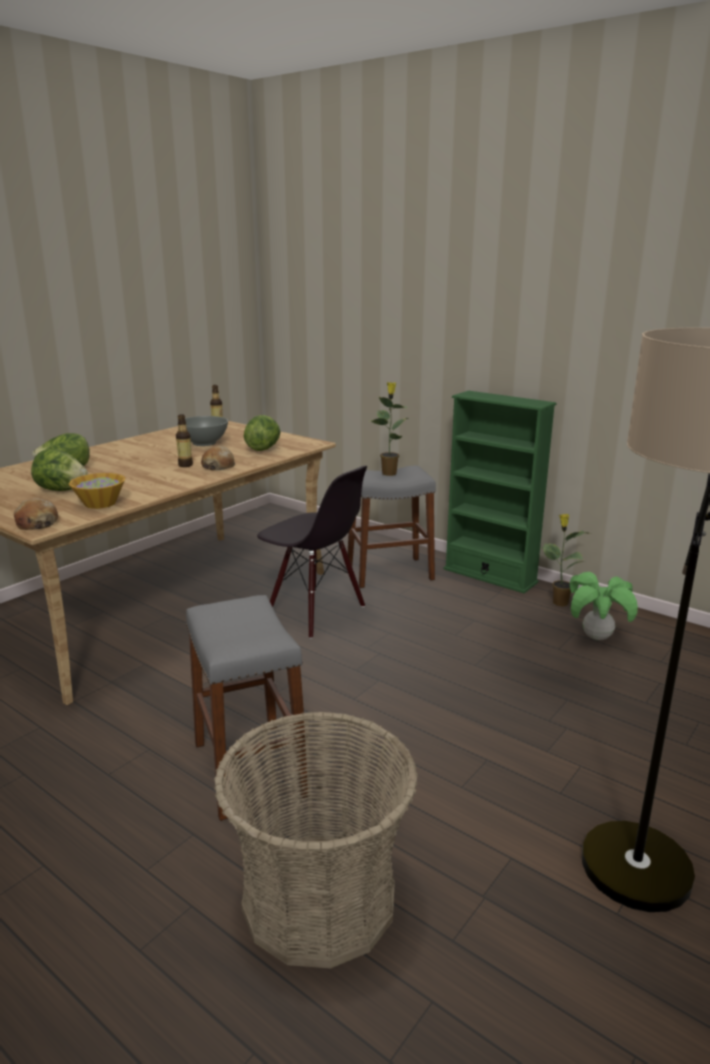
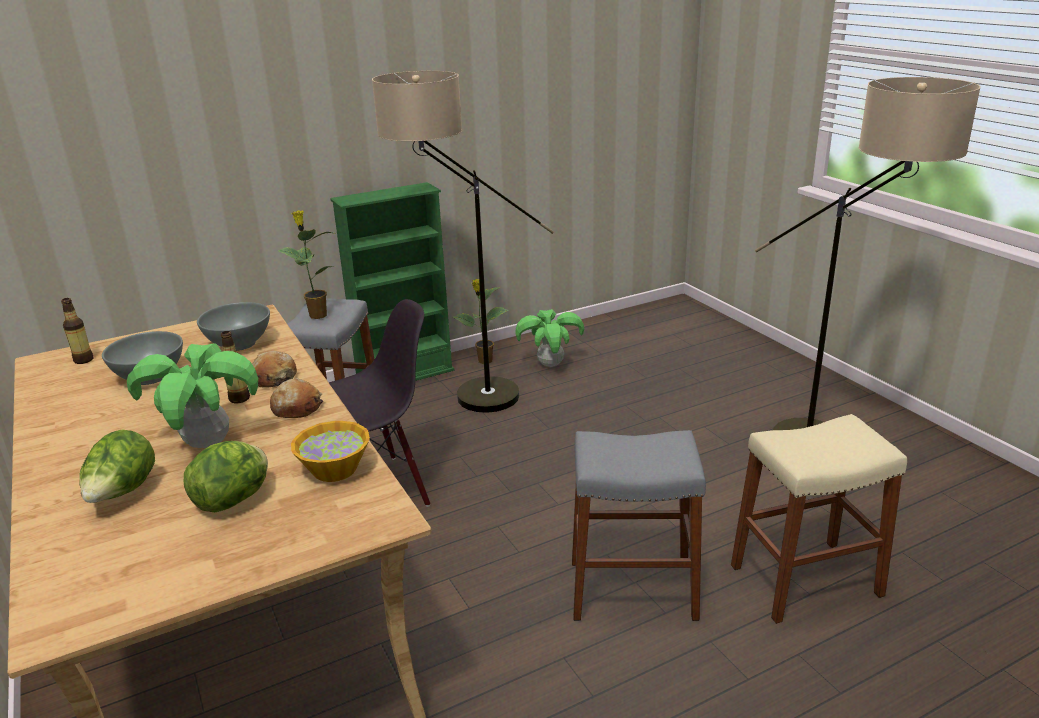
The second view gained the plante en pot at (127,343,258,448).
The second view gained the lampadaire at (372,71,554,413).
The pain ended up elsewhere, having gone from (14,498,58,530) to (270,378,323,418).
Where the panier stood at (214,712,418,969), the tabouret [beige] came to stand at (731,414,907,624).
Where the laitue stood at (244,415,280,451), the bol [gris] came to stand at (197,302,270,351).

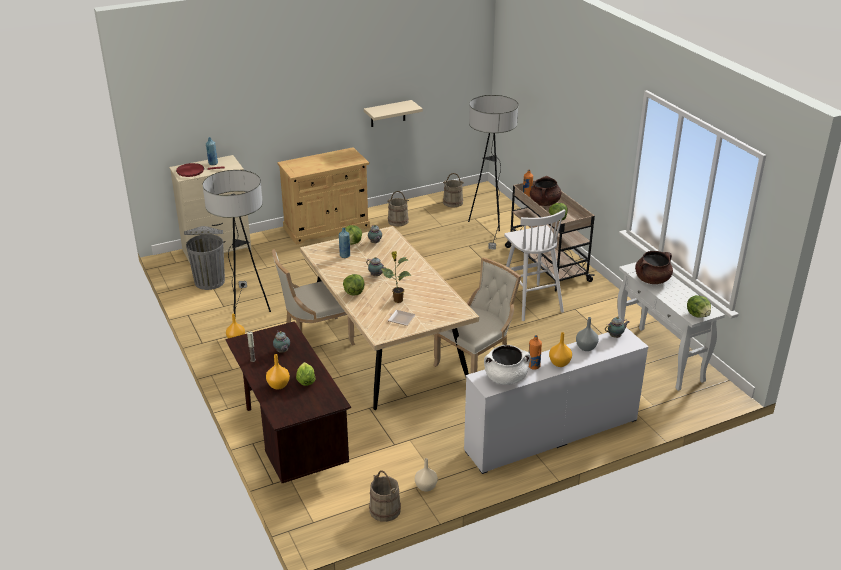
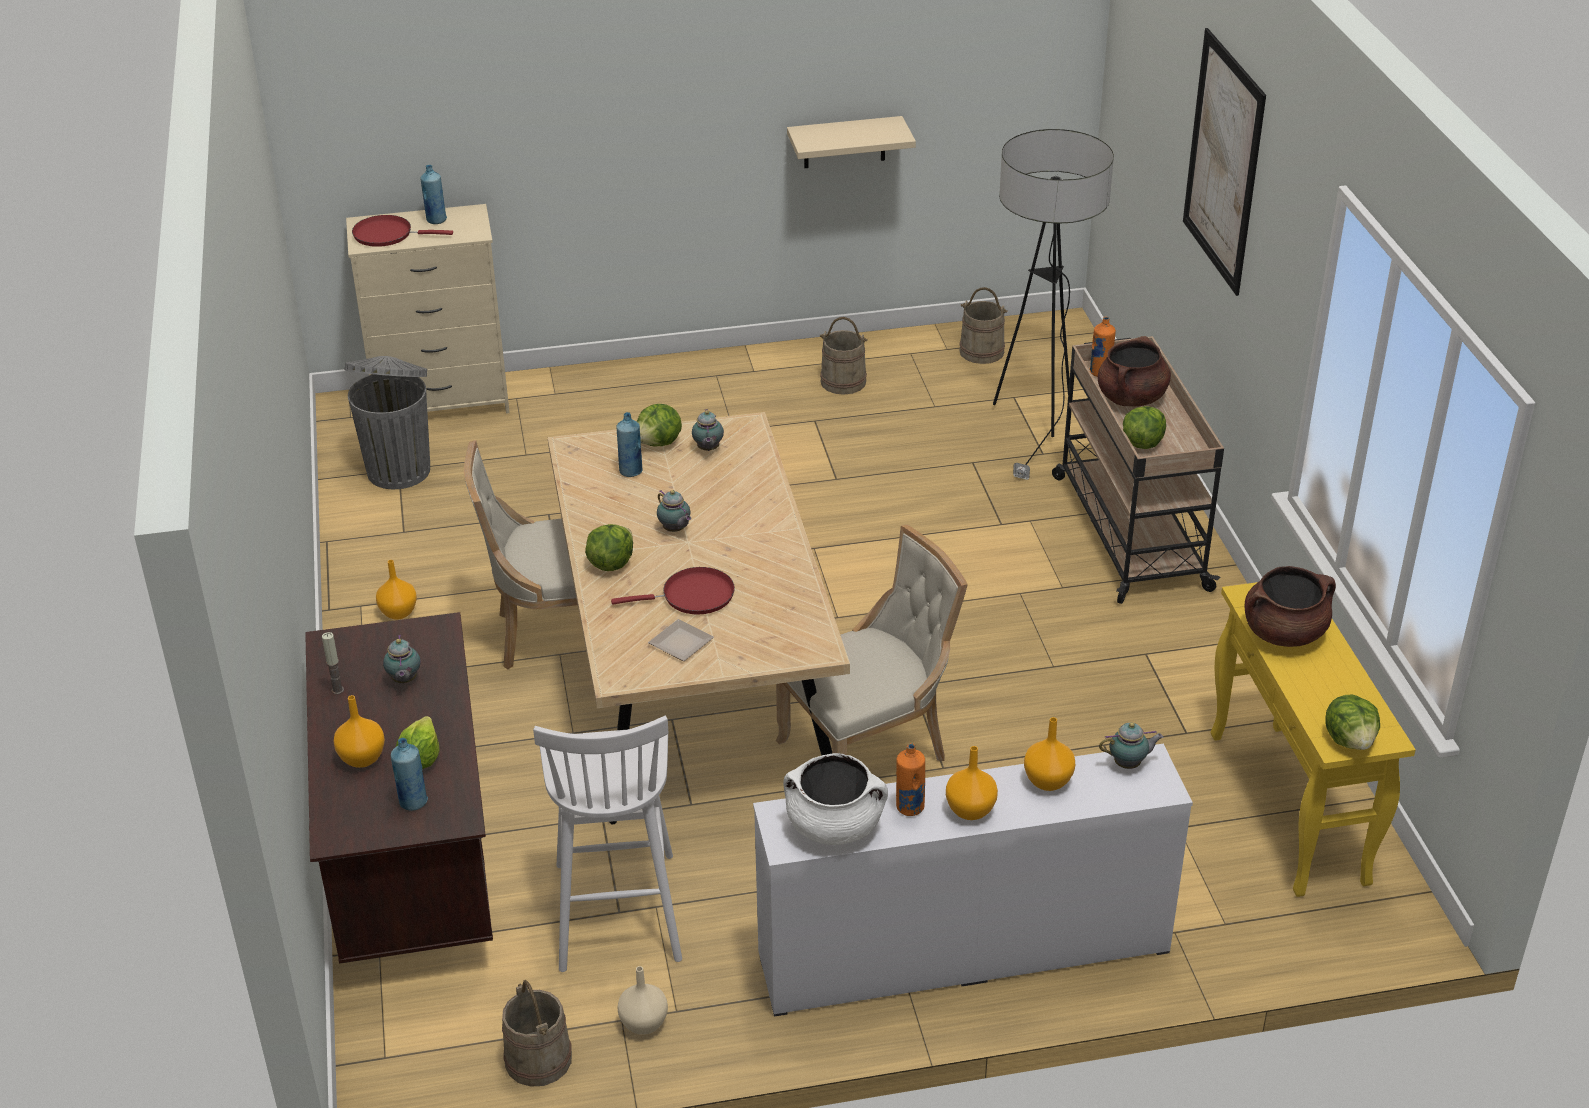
The second view lost the lampadaire at (203,170,271,314).
The second view lost the meuble de rangement [beige] at (277,147,370,245).
The second view gained the bouteille [bleu] at (391,738,428,811).
The second view gained the tableau at (1183,28,1266,296).
The tabouret [blanc] ended up elsewhere, having gone from (504,209,565,321) to (533,716,682,972).
Where the plante en pot stood at (381,251,411,303), the poêle [rouge] came to stand at (611,567,735,615).
What was the vase [gris] at (576,317,599,351) turned into the vase [orange] at (1024,717,1075,791).
What was the table console [blanc] at (617,262,725,391) turned into the table console [jaune] at (1211,582,1416,897).

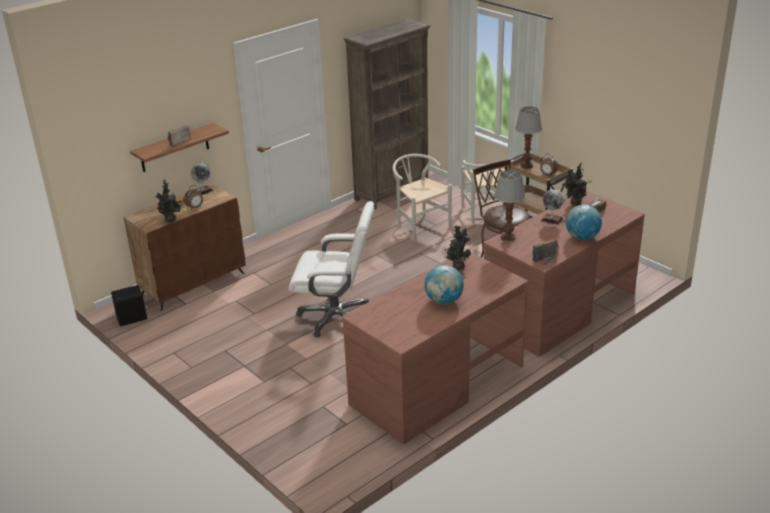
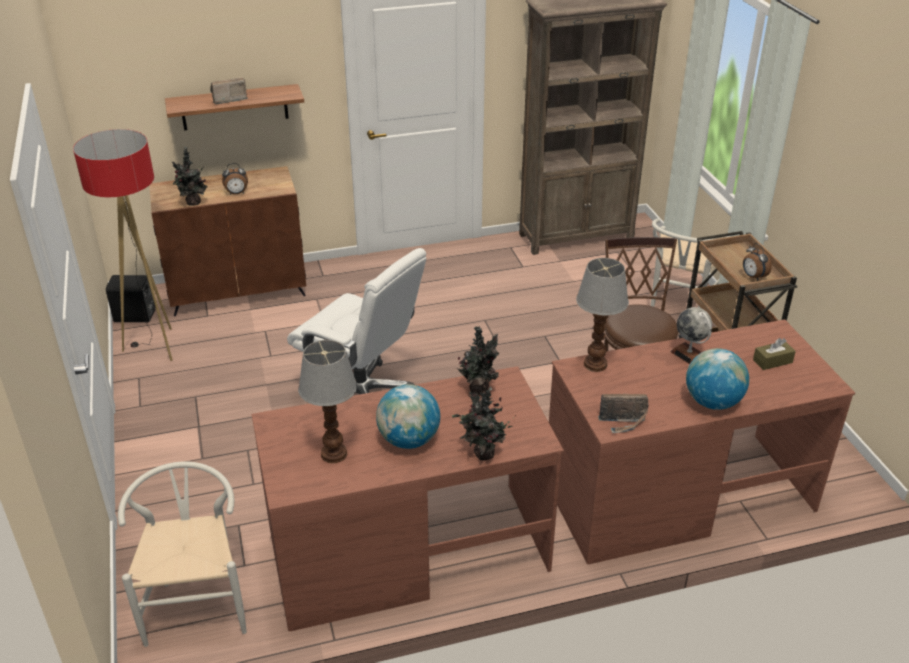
The second view lost the globe at (191,162,214,195).
The second view gained the lampadaire at (73,129,173,361).
The chaise [blanc] ended up elsewhere, having gone from (393,154,452,241) to (118,462,247,647).
The lampe de table ended up elsewhere, having gone from (515,106,542,169) to (298,340,357,463).
The plante en pot ended up elsewhere, having gone from (562,163,592,205) to (452,387,513,460).

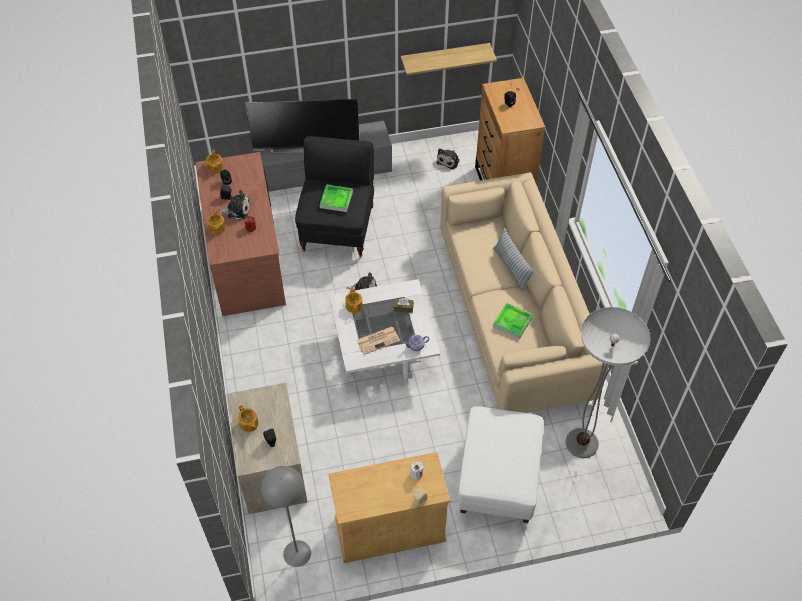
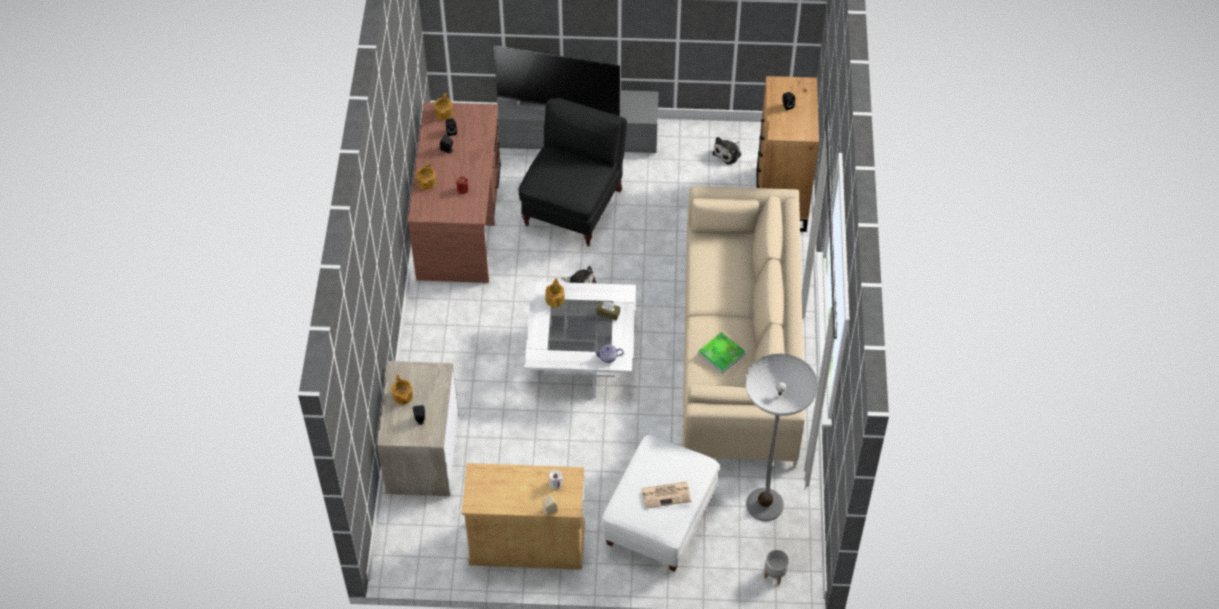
The second view lost the peluche at (219,190,251,220).
The second view lost the lampadaire [gris] at (261,466,311,567).
The second view lost the plateau at (320,184,353,212).
The second view lost the étagère at (401,43,497,75).
The second view lost the coussin at (493,228,535,292).
The second view gained the cache-pot [gris] at (764,550,789,585).
The journal ended up elsewhere, having gone from (357,327,400,355) to (641,482,691,508).

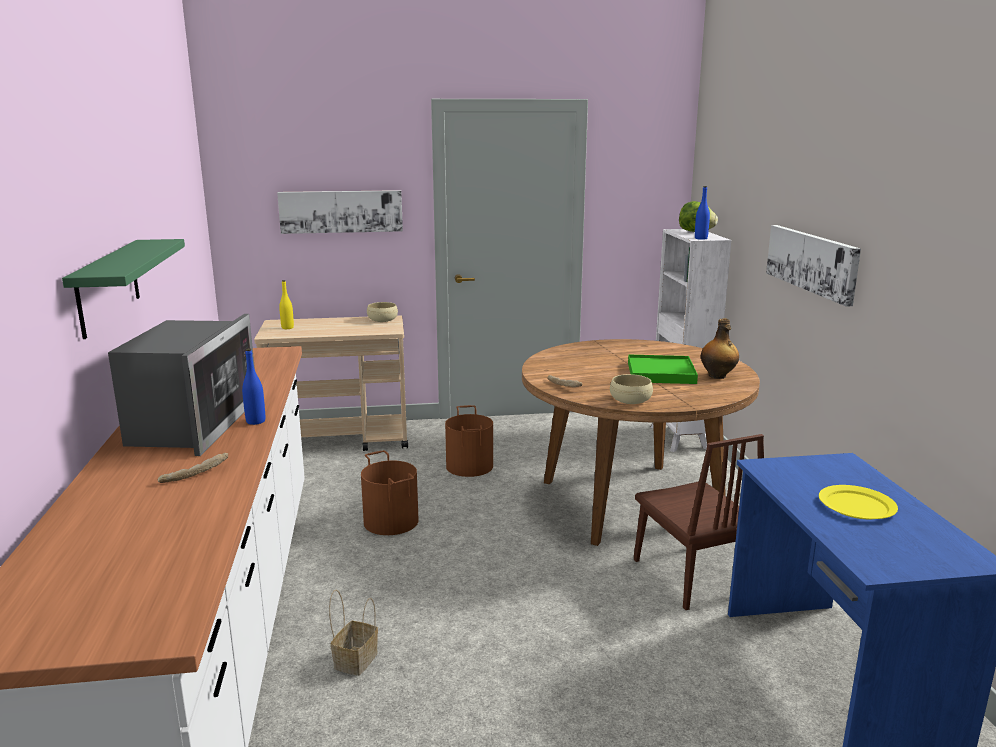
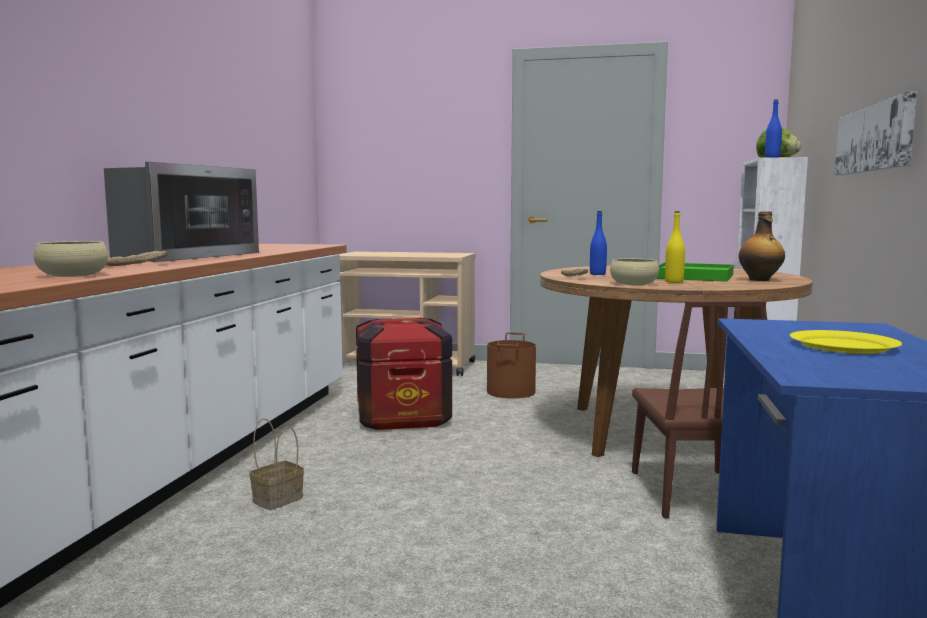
The second view lost the étagère [vert] at (62,239,185,339).
The second view lost the tableau at (277,190,403,234).
The bouteille [bleu] ended up elsewhere, having gone from (242,349,265,425) to (590,211,607,275).
The bouteille [jaune] ended up elsewhere, having gone from (279,280,294,329) to (665,211,685,283).
The bol [beige] ended up elsewhere, having gone from (367,302,398,322) to (34,241,108,277).
Where the seau [marron] stood at (361,450,419,535), the caisse came to stand at (356,318,452,430).

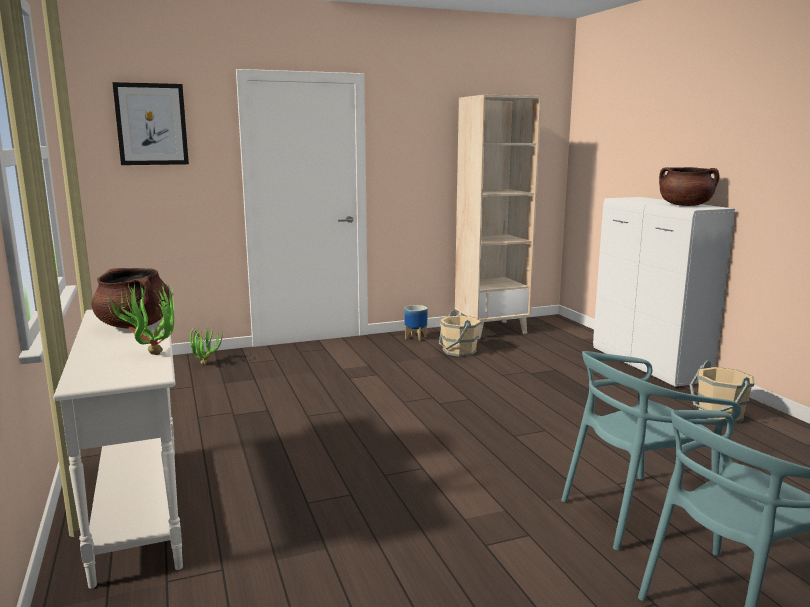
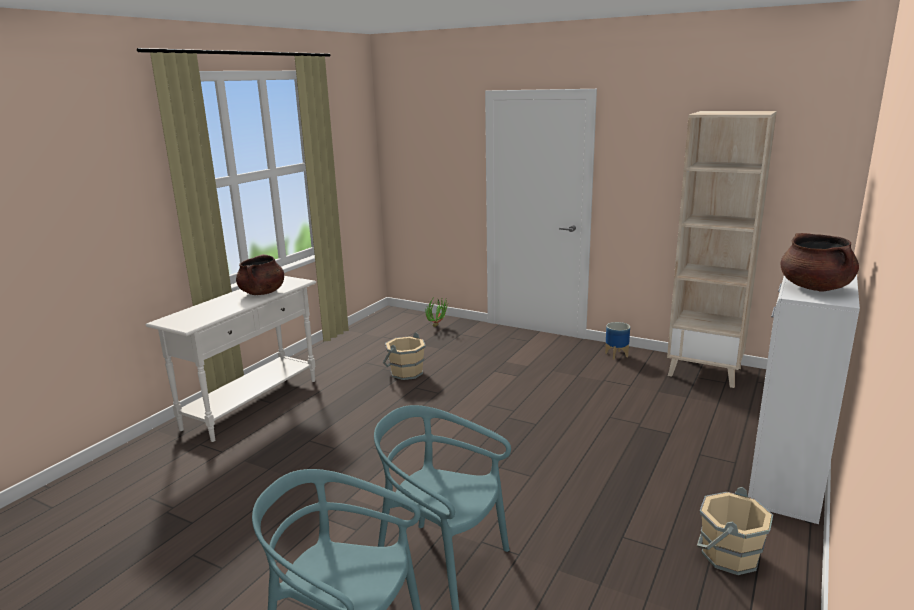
The second view lost the plante en pot at (106,284,174,355).
The second view lost the tableau at (112,82,189,165).
The seau [beige] ended up elsewhere, having gone from (439,310,482,357) to (383,332,426,380).

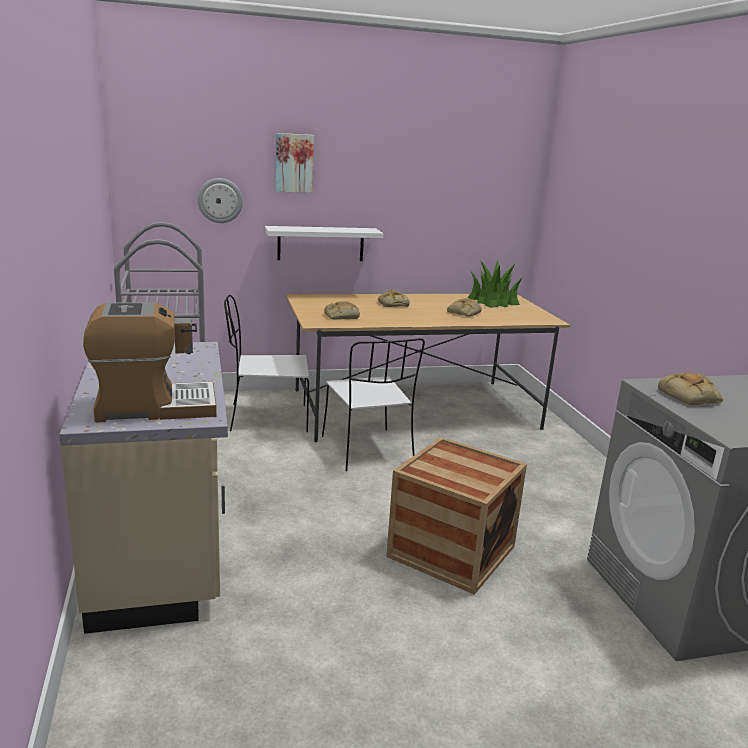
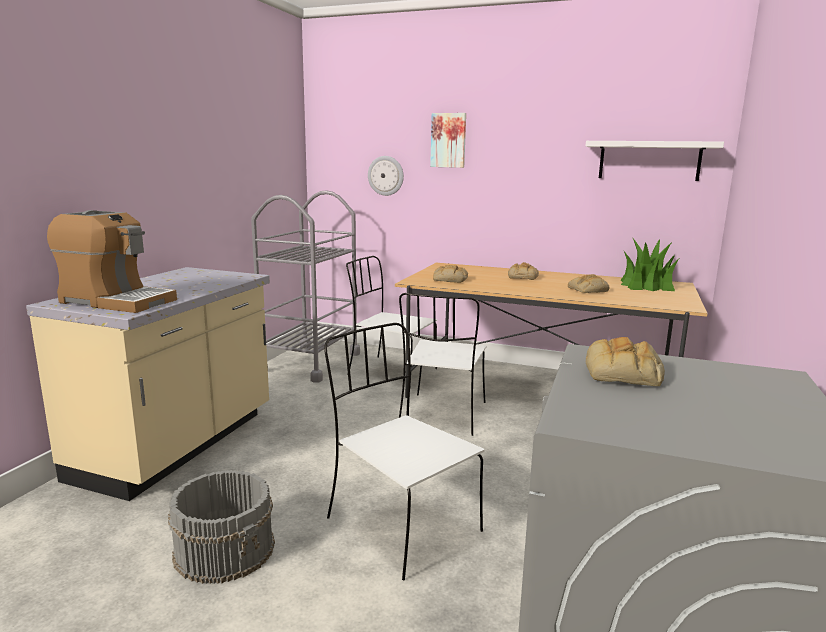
The second view gained the seau [gris] at (168,470,275,584).
The étagère [blanc] ended up elsewhere, having gone from (265,226,383,261) to (586,141,724,181).
Where the caisse stood at (386,437,527,595), the chaise [blanc] came to stand at (324,323,484,580).

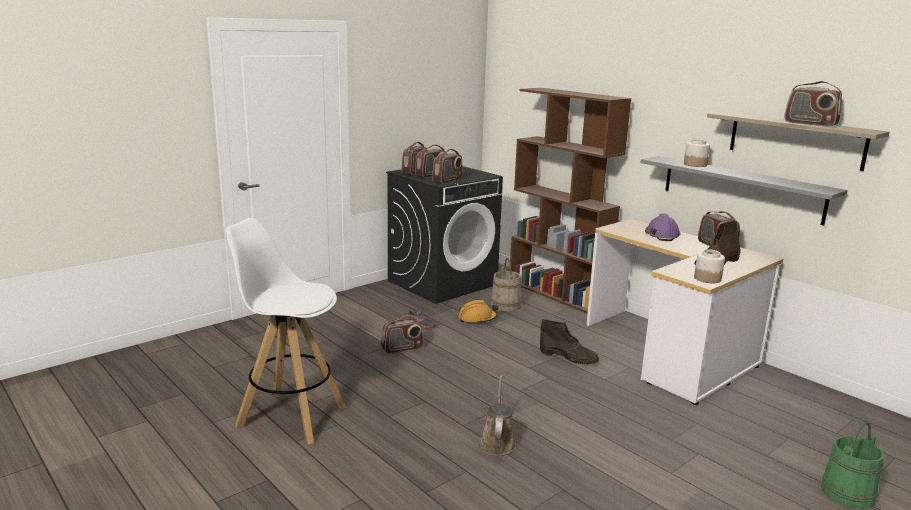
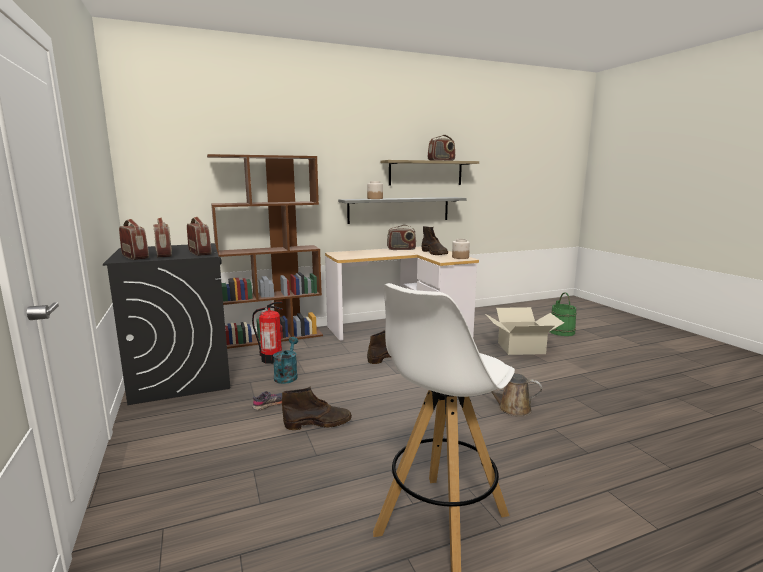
The second view lost the casque de chantier [violet] at (645,214,681,241).
The second view gained the carton at (486,307,564,355).
Where the radio stood at (381,315,424,354), the botte [marron] came to stand at (282,387,352,430).
Where the casque de chantier [orange] stood at (458,300,498,324), the arrosoir [turquoise] came to stand at (273,337,298,384).
Where the seau [beige] stood at (491,258,521,311), the extincteur came to stand at (252,302,283,364).

